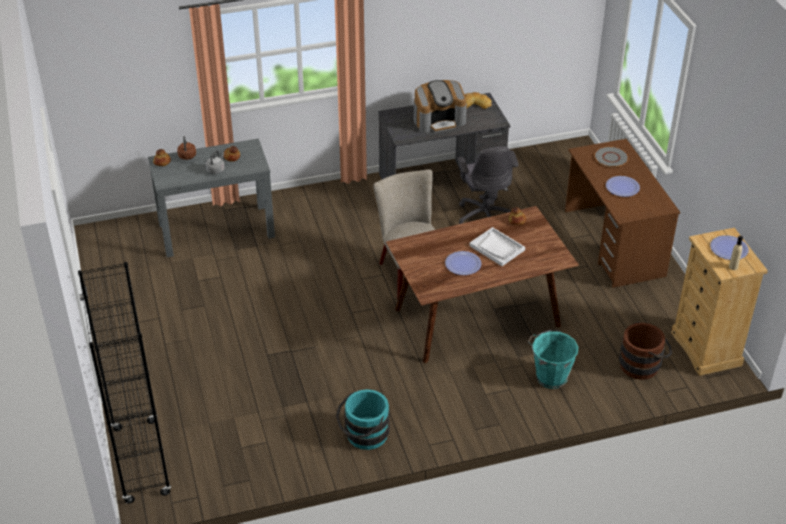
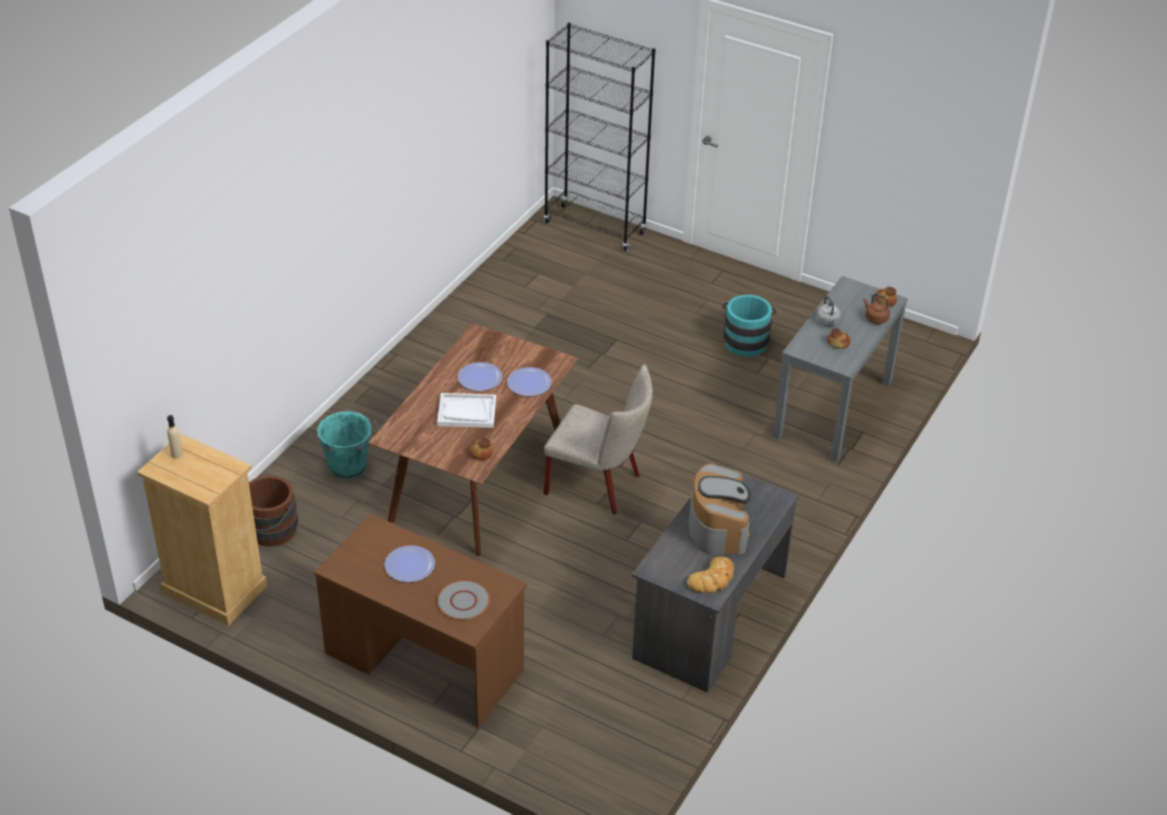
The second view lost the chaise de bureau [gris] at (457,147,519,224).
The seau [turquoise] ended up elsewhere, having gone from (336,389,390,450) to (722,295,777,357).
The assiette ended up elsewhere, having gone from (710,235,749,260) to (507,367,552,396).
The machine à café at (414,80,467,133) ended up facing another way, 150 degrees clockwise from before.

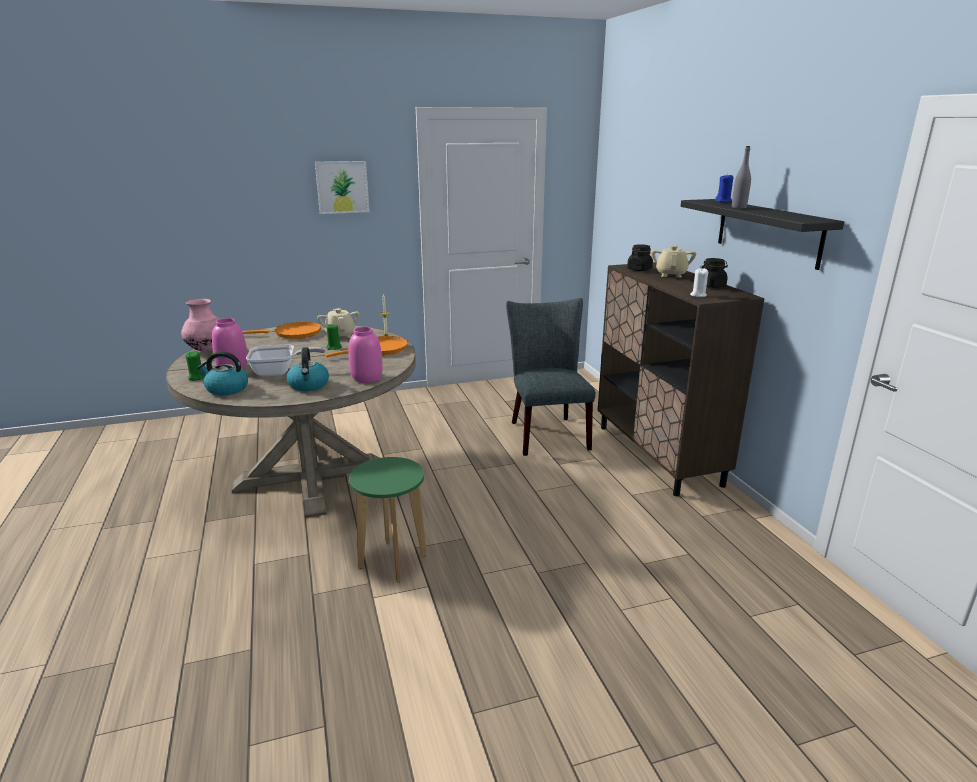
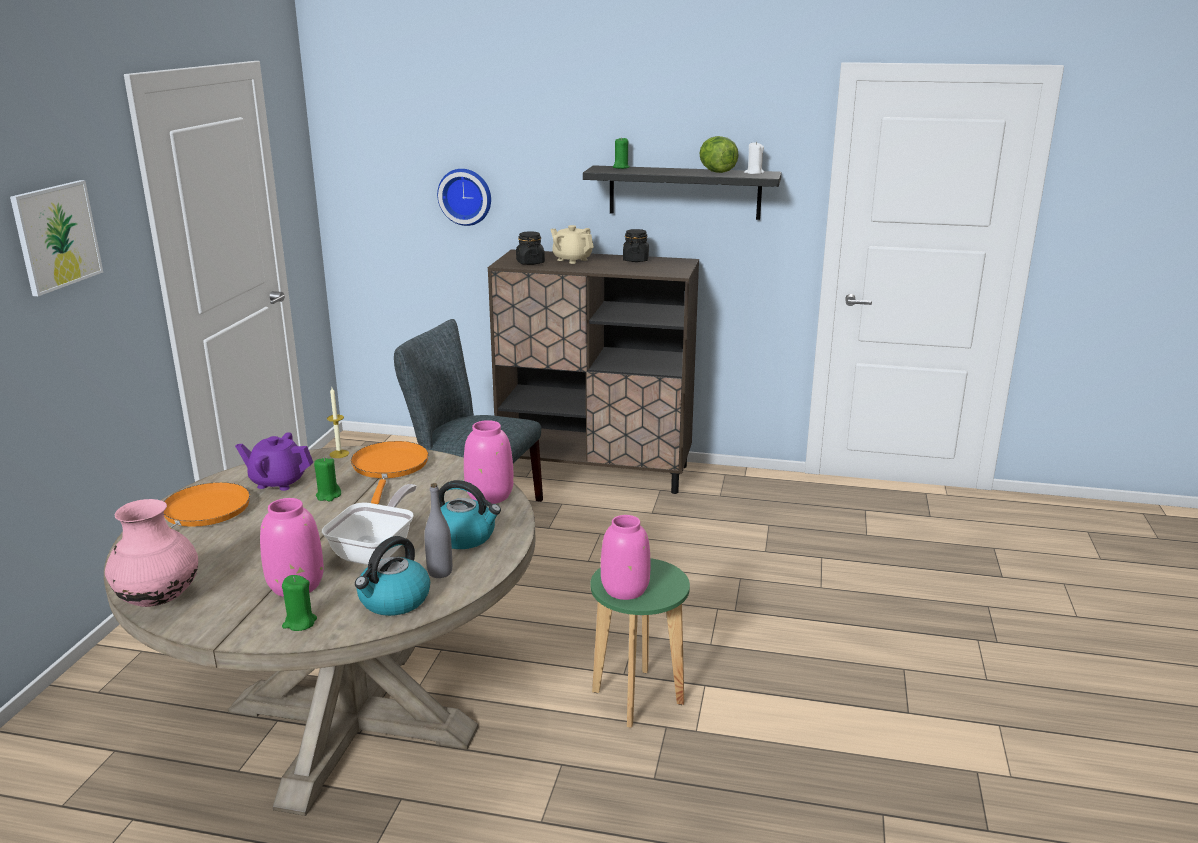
The second view gained the horloge murale at (437,169,491,226).
The second view gained the vase [rose] at (601,515,651,600).
The second view gained the laitue at (699,136,739,173).
The bougie [blanc] ended up elsewhere, having gone from (690,268,708,297) to (744,141,764,174).
The bouteille [gris] ended up elsewhere, having gone from (732,146,751,208) to (424,483,452,578).
What was the théière [beige] at (317,308,360,338) turned into the théière [violet] at (235,432,313,491).
What was the bougie [bleu] at (715,175,734,202) turned into the bougie [vert] at (613,137,630,169).

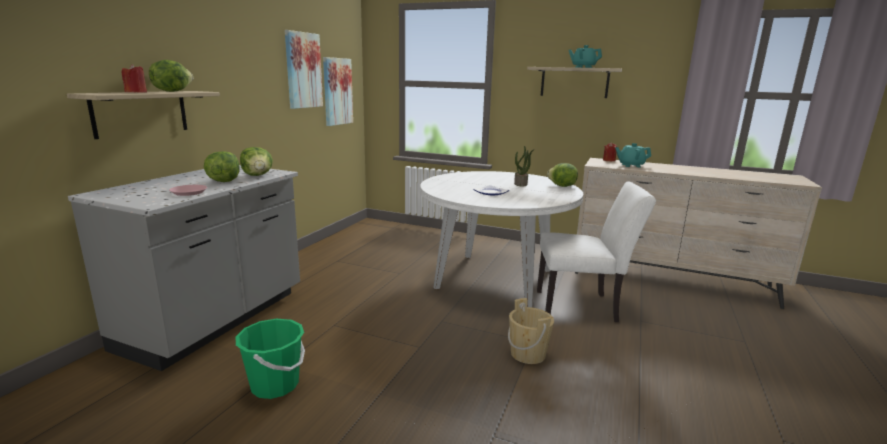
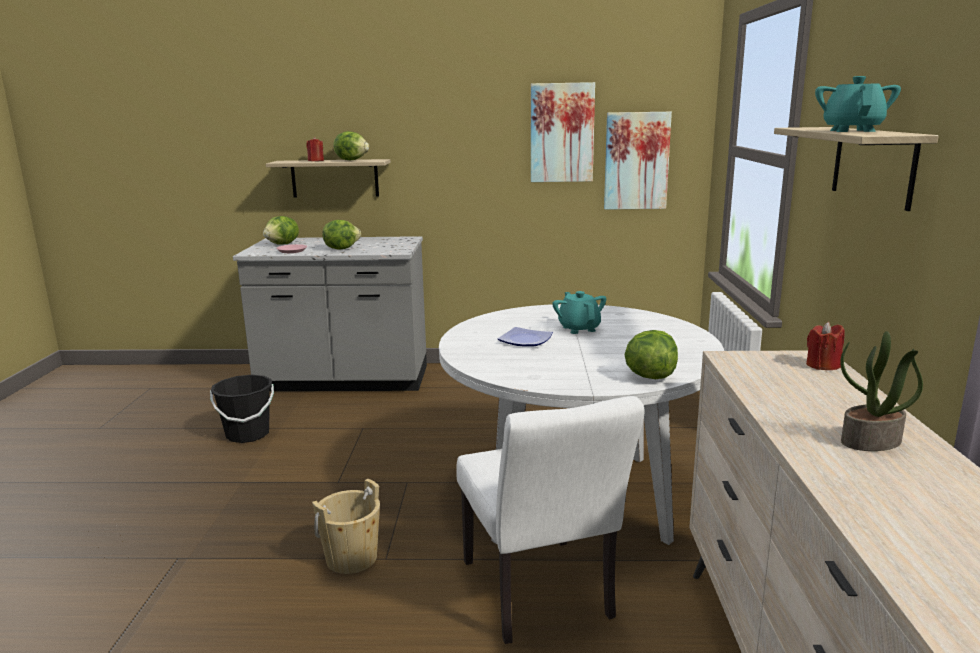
The laitue ended up elsewhere, having gone from (240,147,273,176) to (263,216,299,245).
The plante en pot ended up elsewhere, having gone from (514,146,533,187) to (840,331,923,451).
The théière [turquoise] ended up elsewhere, having gone from (615,143,651,167) to (552,291,606,334).
What was the seau [vert] at (236,319,305,399) turned into the seau [noir] at (210,375,274,443).

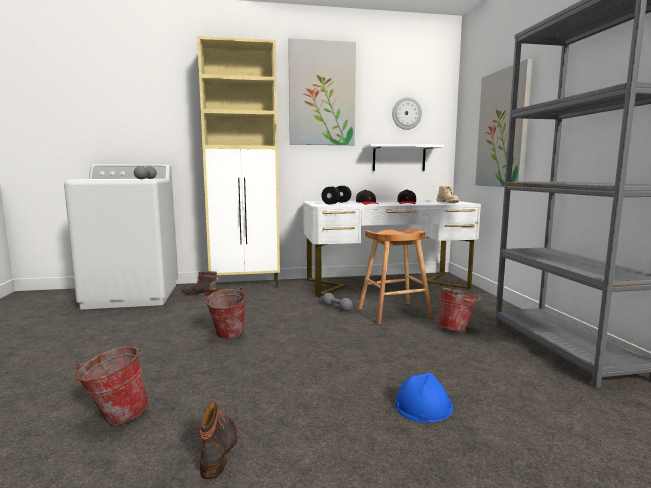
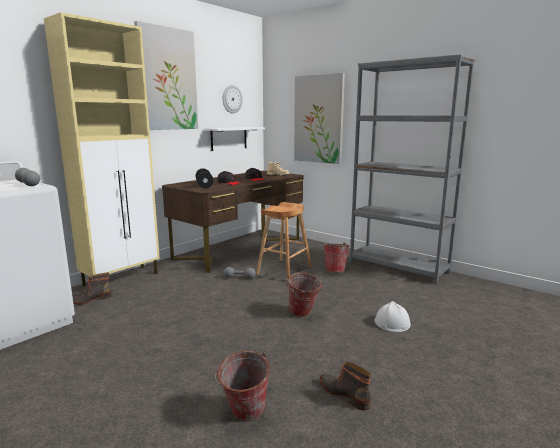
The seau ended up elsewhere, having gone from (204,288,246,339) to (285,270,322,317).
What was the bureau [blanc] at (303,200,481,297) turned into the bureau [marron] at (162,171,304,273).
What was the casque de chantier [bleu] at (395,373,453,423) turned into the casque de chantier [blanc] at (374,301,411,332).

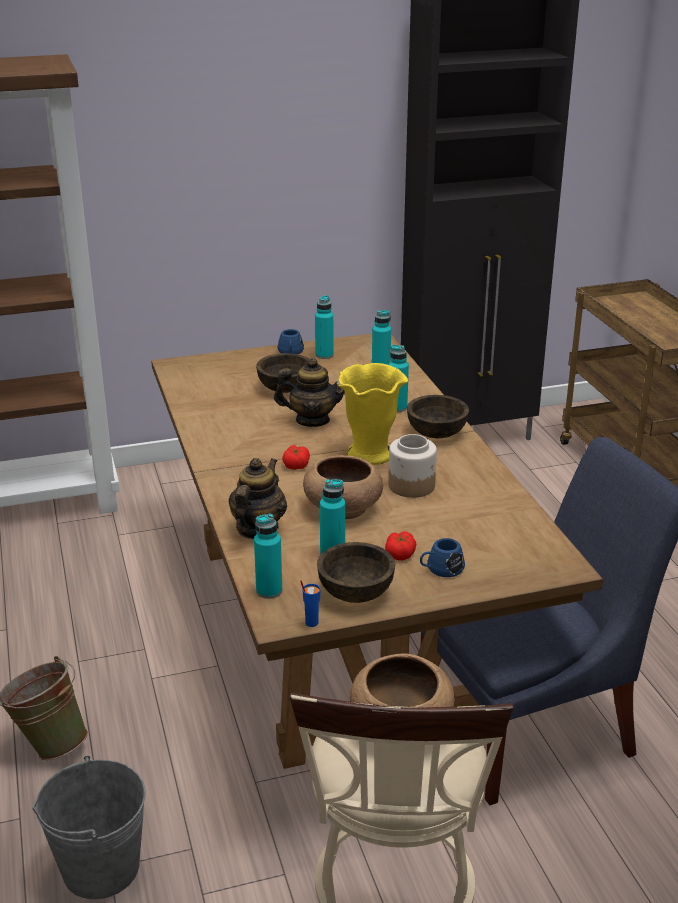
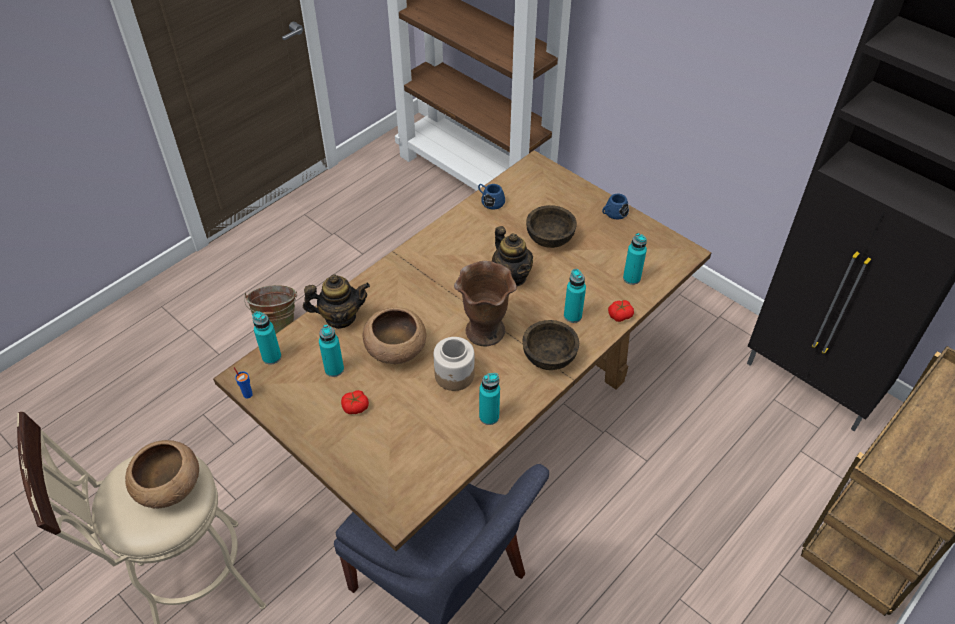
The second view lost the seau [gris] at (33,756,145,899).
The second view lost the bol [marron] at (317,542,395,603).
The tomate ended up elsewhere, having gone from (282,445,310,470) to (608,300,634,322).
The bouteille [turquoise] ended up elsewhere, having gone from (315,295,333,359) to (479,373,500,425).
The mug [bleu] ended up elsewhere, having gone from (420,538,465,577) to (478,184,505,209).
What was the vase [jaune] at (337,363,408,465) turned into the vase [marron] at (454,261,517,347).

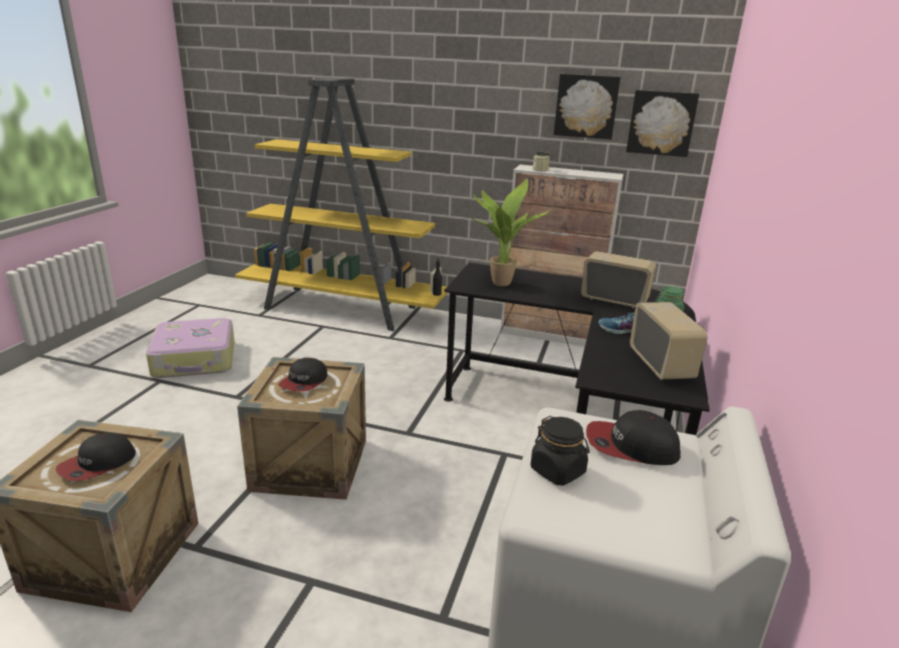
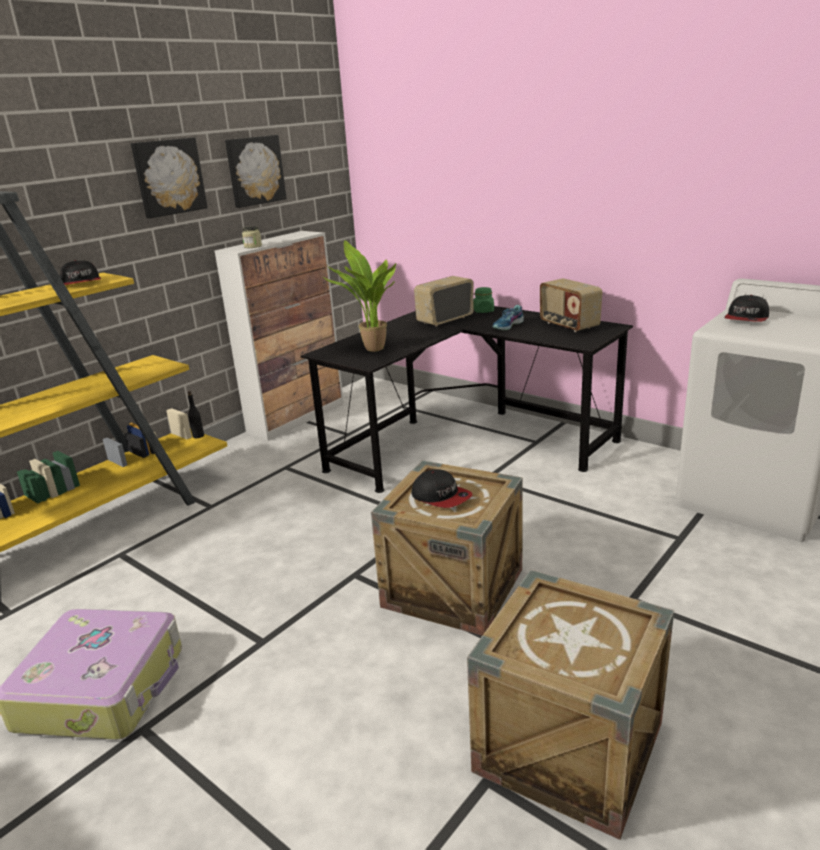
The second view lost the bocal [noir] at (531,416,590,486).
The casquette ended up elsewhere, having gone from (55,432,136,481) to (60,260,101,285).
The tableau ended up elsewhere, having gone from (626,90,699,157) to (131,137,208,218).
The radio at (630,302,707,379) ended up facing another way, 135 degrees counterclockwise from before.

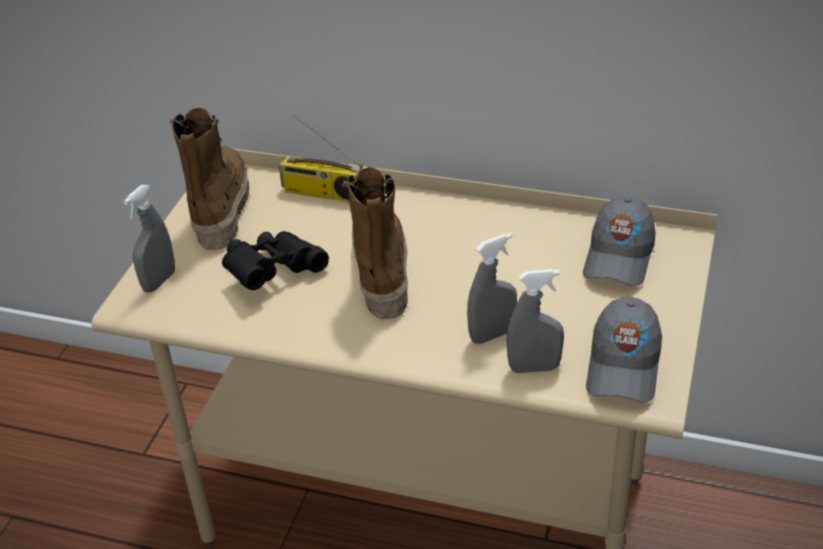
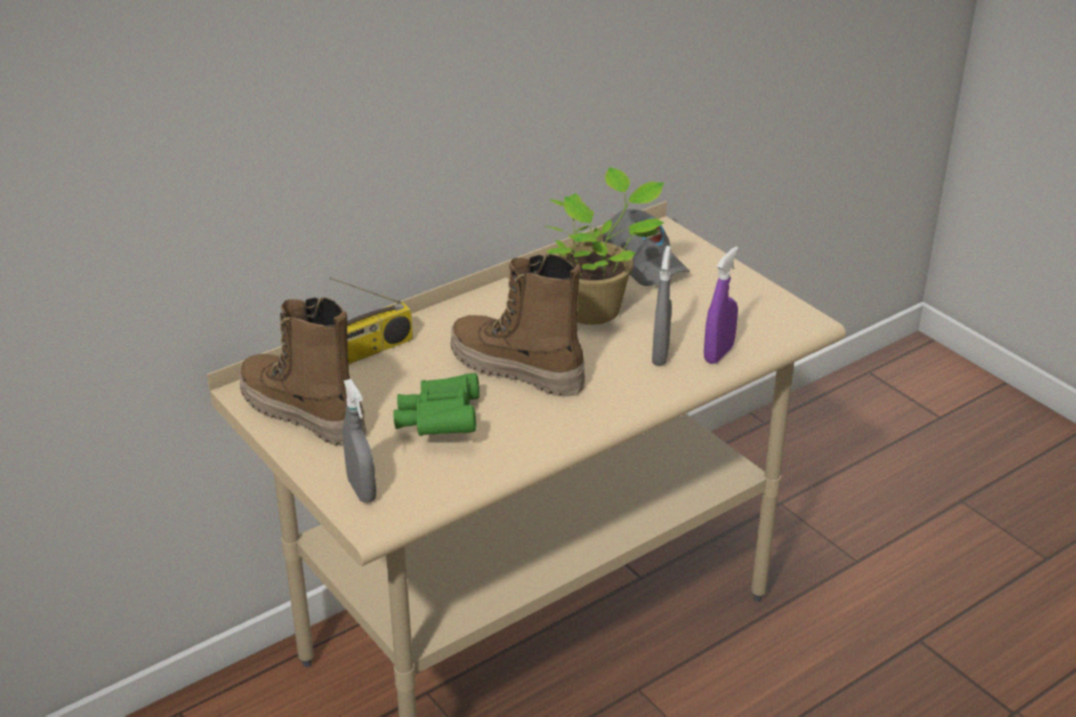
The second view lost the casquette [gris] at (586,297,662,403).
The second view gained the plante en pot at (545,167,664,325).
What was the jumelles [noir] at (222,231,329,290) turned into the jumelles [vert] at (394,373,480,436).
What was the vaporisateur [gris] at (507,269,564,373) turned into the vaporisateur [violet] at (704,247,739,364).

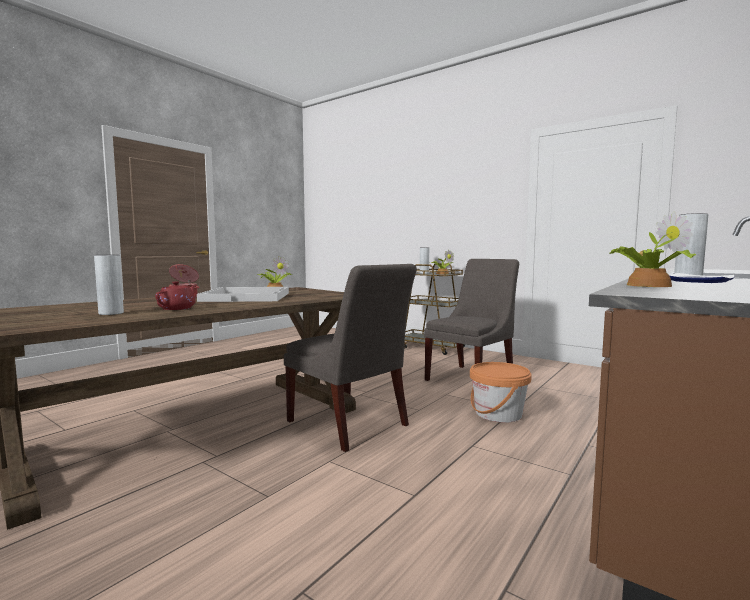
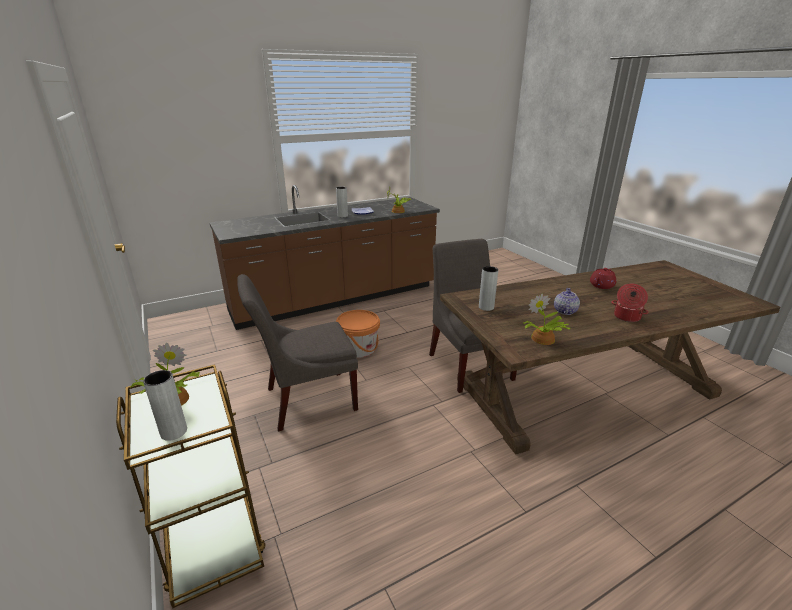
The vase [gris] ended up elsewhere, having gone from (94,255,124,315) to (479,266,498,311).
Where the plateau [blanc] stood at (197,287,289,302), the théière came to stand at (554,288,580,315).

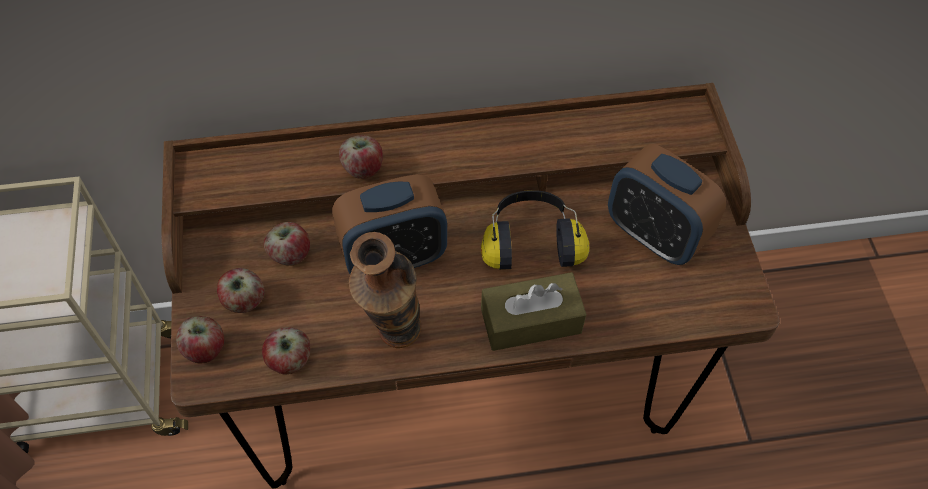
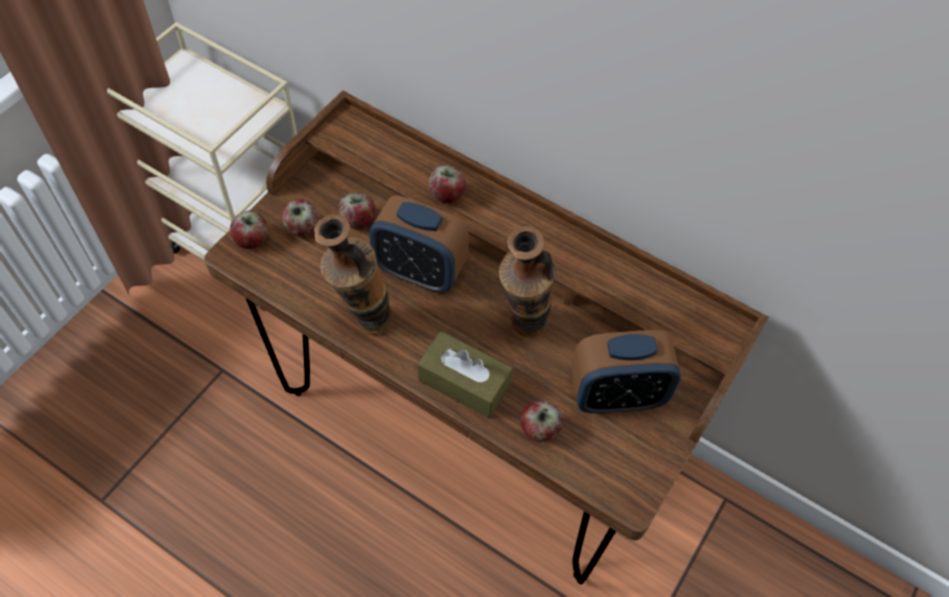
The pomme ended up elsewhere, having gone from (262,327,310,374) to (520,400,564,442).
Where the casque audio stood at (481,190,590,270), the vase came to stand at (499,226,556,338).
The réveil at (608,144,726,265) ended up facing another way, 90 degrees counterclockwise from before.

